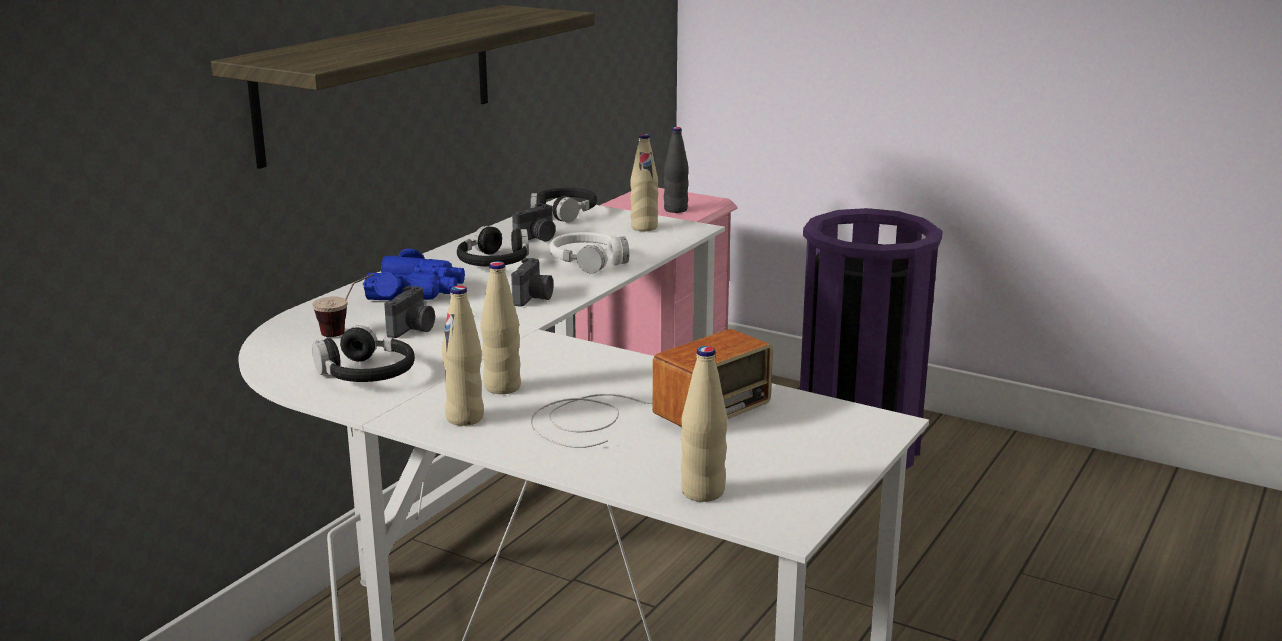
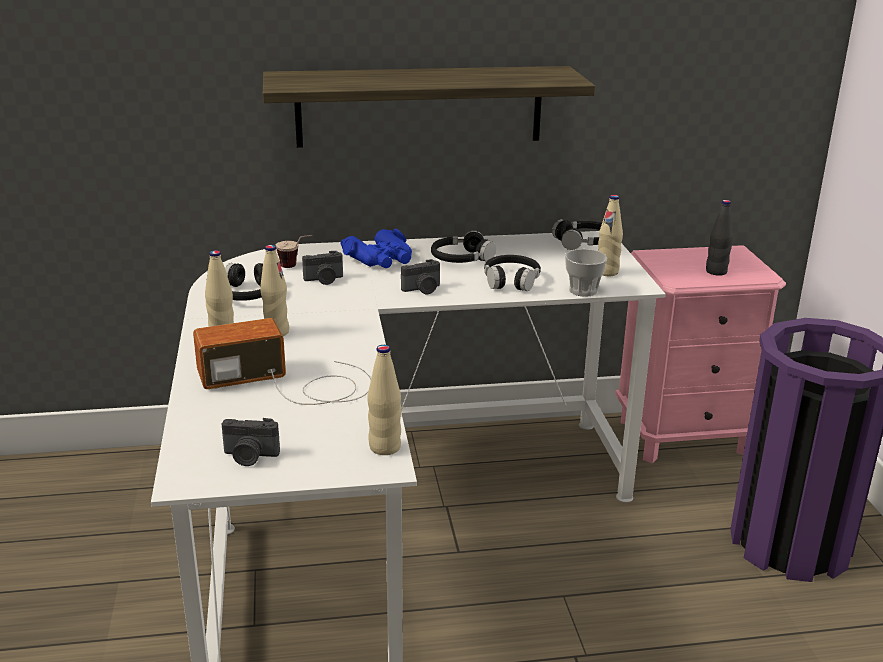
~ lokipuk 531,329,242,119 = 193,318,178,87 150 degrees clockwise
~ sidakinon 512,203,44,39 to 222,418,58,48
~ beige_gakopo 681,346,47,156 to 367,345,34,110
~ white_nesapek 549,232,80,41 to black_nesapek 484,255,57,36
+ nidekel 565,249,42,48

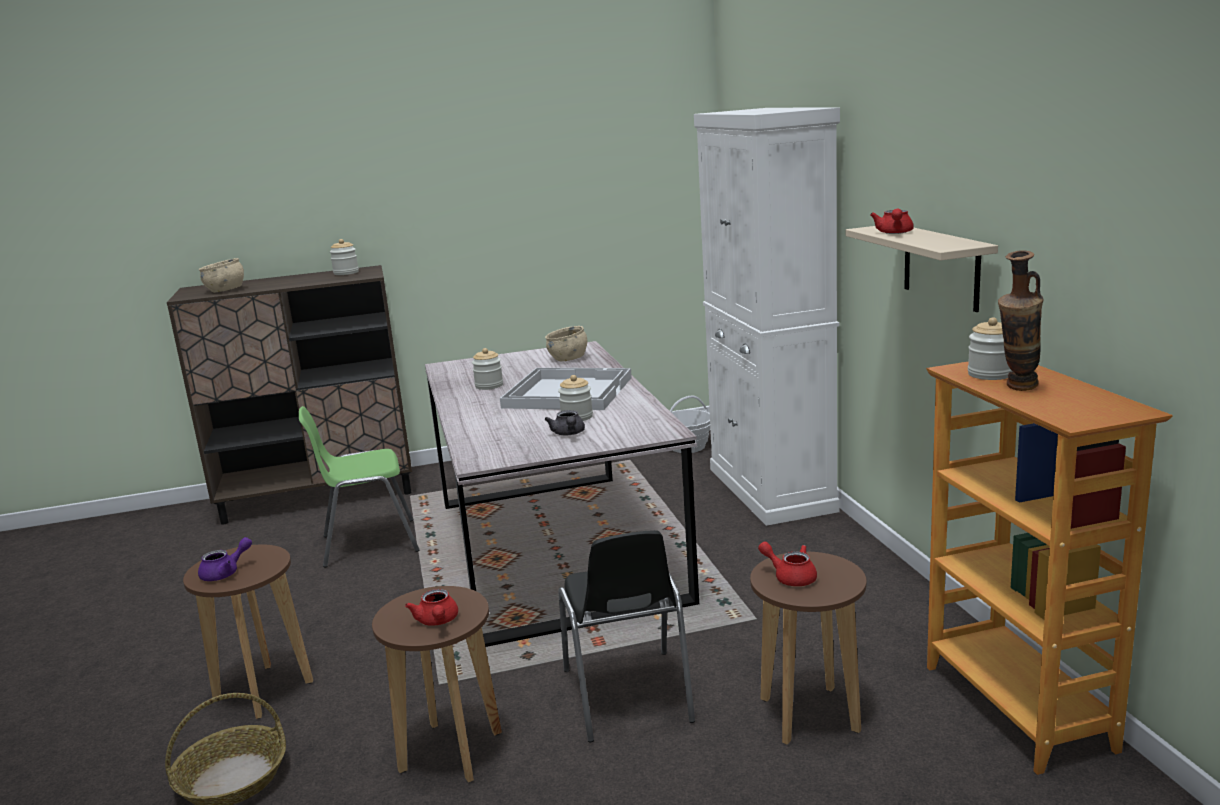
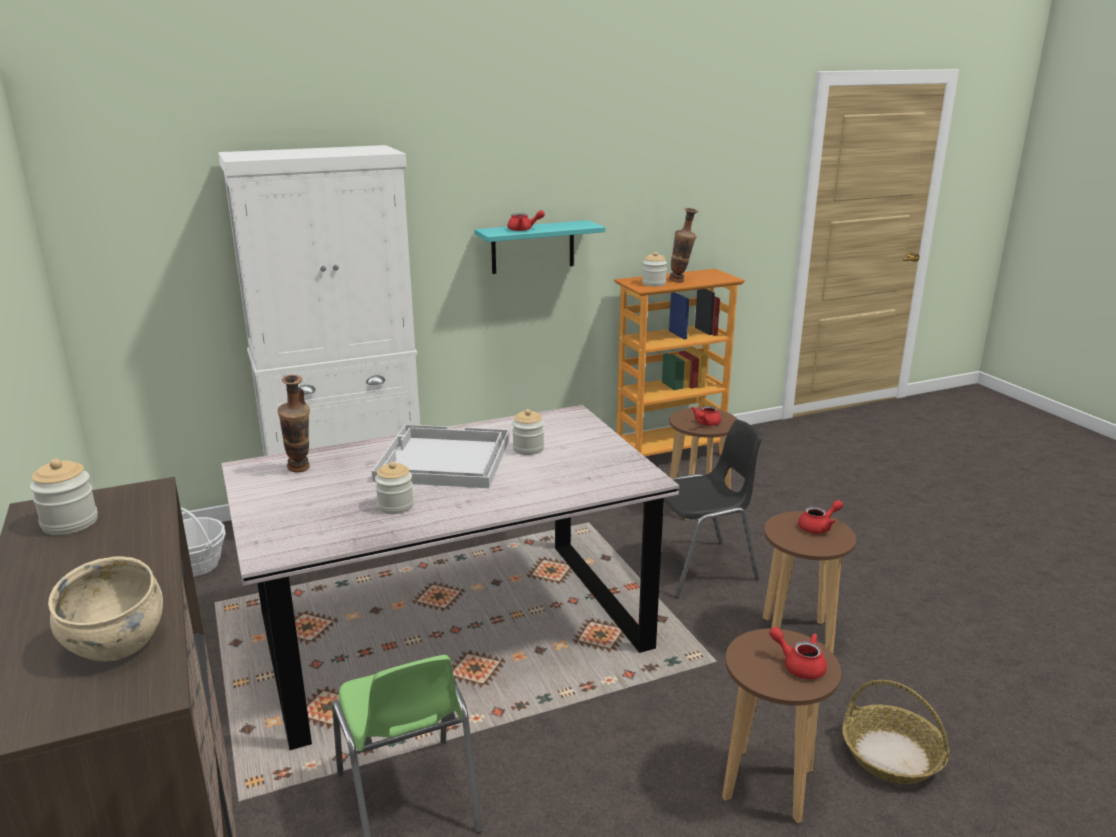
~ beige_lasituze 545,326,42,35 to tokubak 278,375,32,97
~ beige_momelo 846,226,152,86 to turquoise_momelo 474,220,132,54
~ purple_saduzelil 198,537,54,44 to red_saduzelil 769,627,58,52
- grey_saduzelil 544,410,41,25

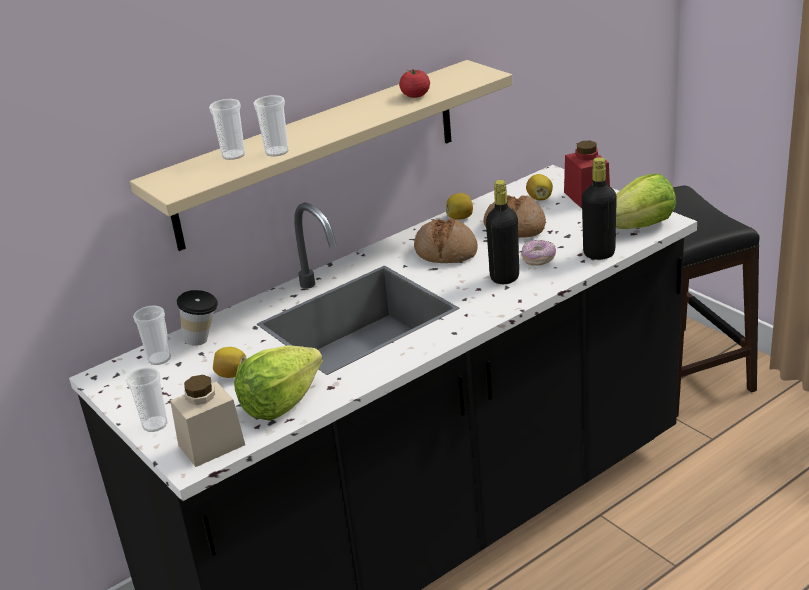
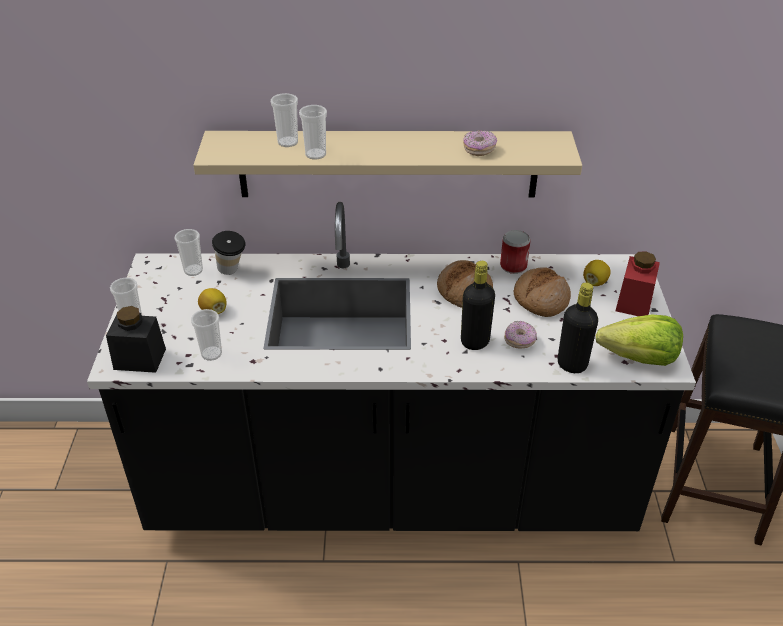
~ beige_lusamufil 170,375,75,92 to black_lusamufil 106,306,60,67
~ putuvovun 234,345,89,76 to nidekel 191,309,31,52
~ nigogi 399,69,31,29 to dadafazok 463,130,34,26
~ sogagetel 446,193,27,27 to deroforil 500,230,31,44

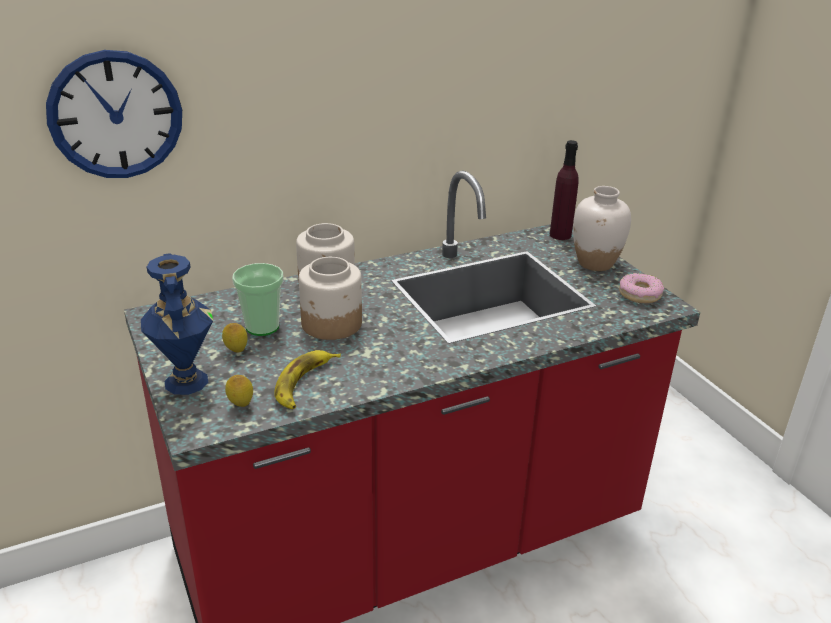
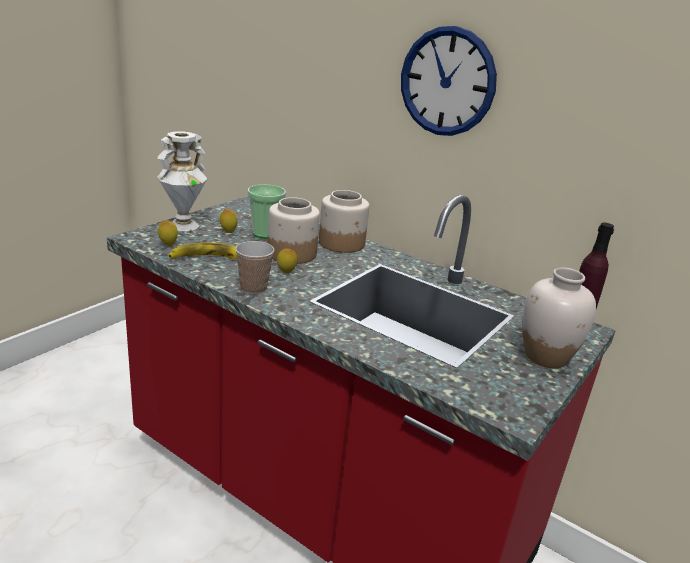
~ blue_tokubak 141,253,72,142 to white_tokubak 157,131,51,100
+ nidekel 235,241,39,53
+ sogagetel 277,248,20,25
~ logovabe 46,50,136,128 to 401,26,96,110
- dadafazok 619,273,45,30

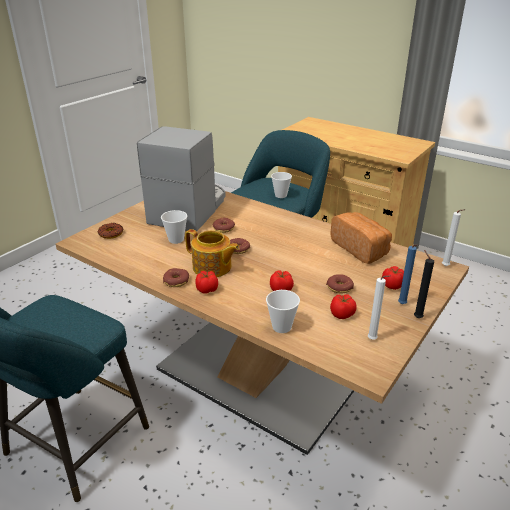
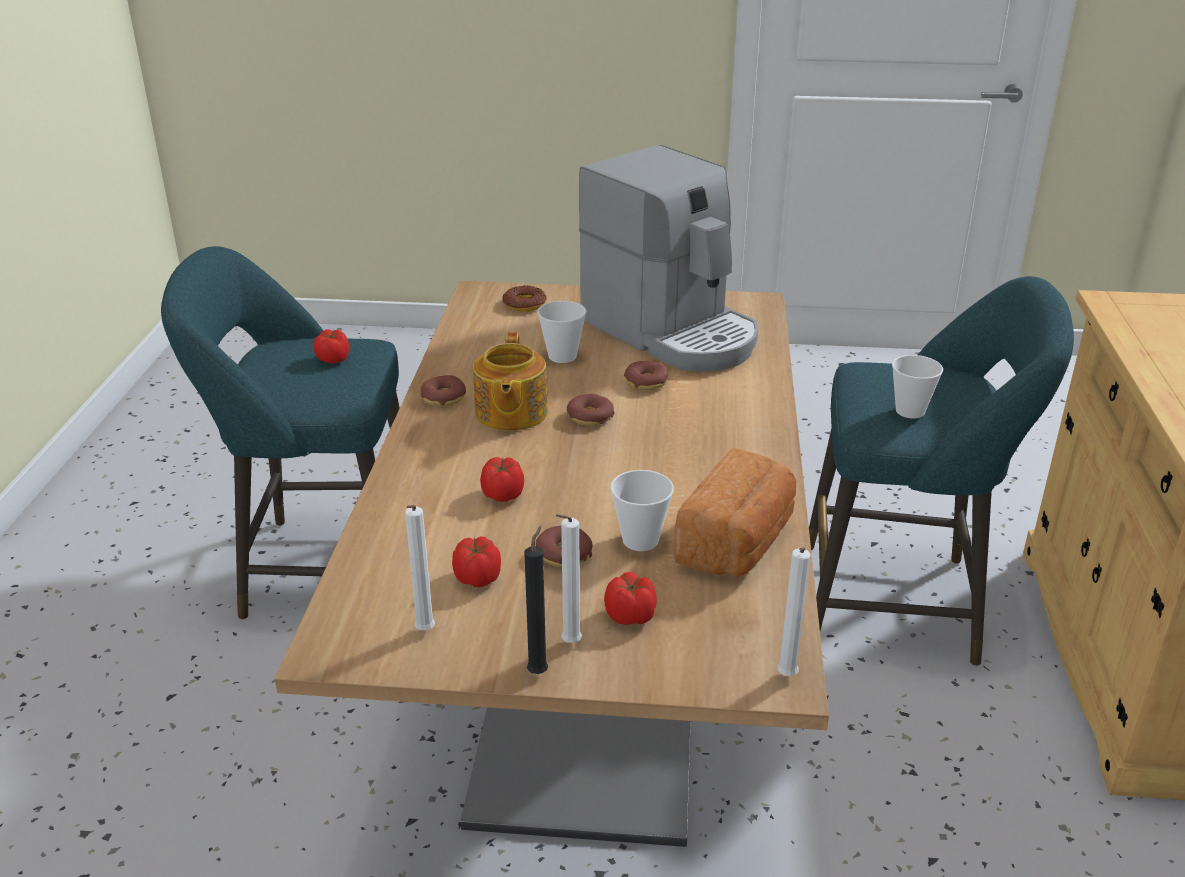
~ nigogi 195,271,23,23 to 314,329,35,35
~ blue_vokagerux 398,244,20,60 to white_vokagerux 556,514,26,129
~ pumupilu 137,126,89,105 = 579,145,179,227 60 degrees clockwise
~ nidekel 266,290,34,43 to 610,470,64,81

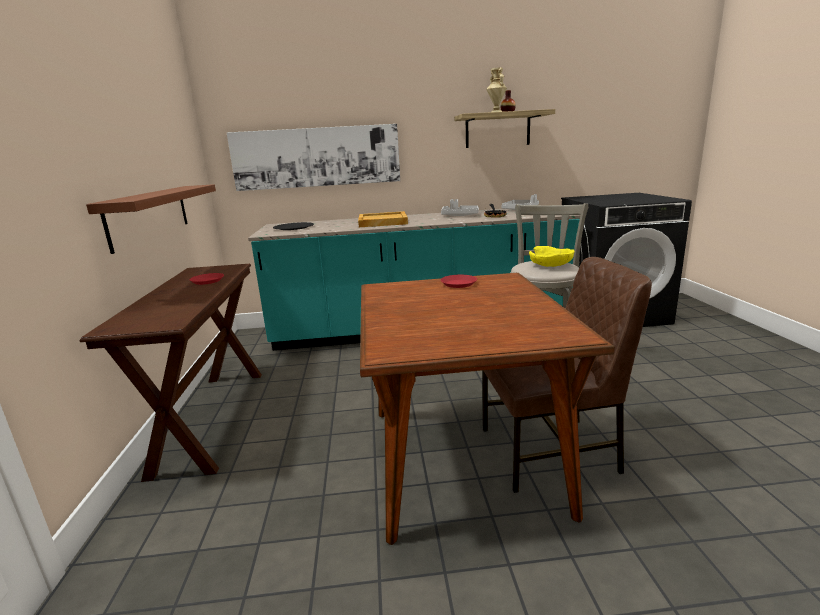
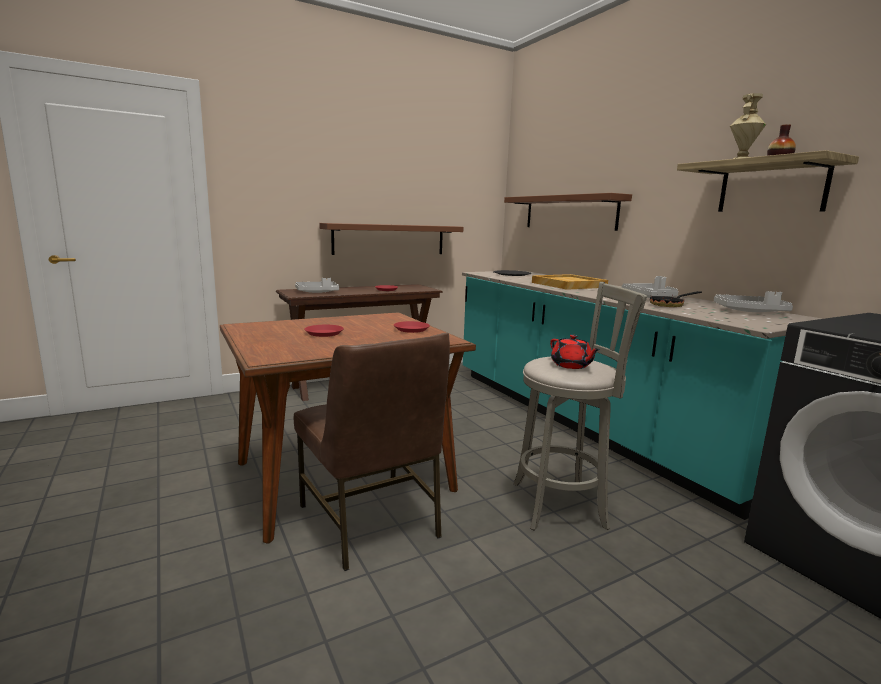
+ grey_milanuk 295,278,44,15
+ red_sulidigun 304,325,40,12
~ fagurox 226,124,174,67 to brown_momelo 504,193,128,38
~ yellow_lasituze 529,246,46,21 to red_saduzelil 550,335,50,34

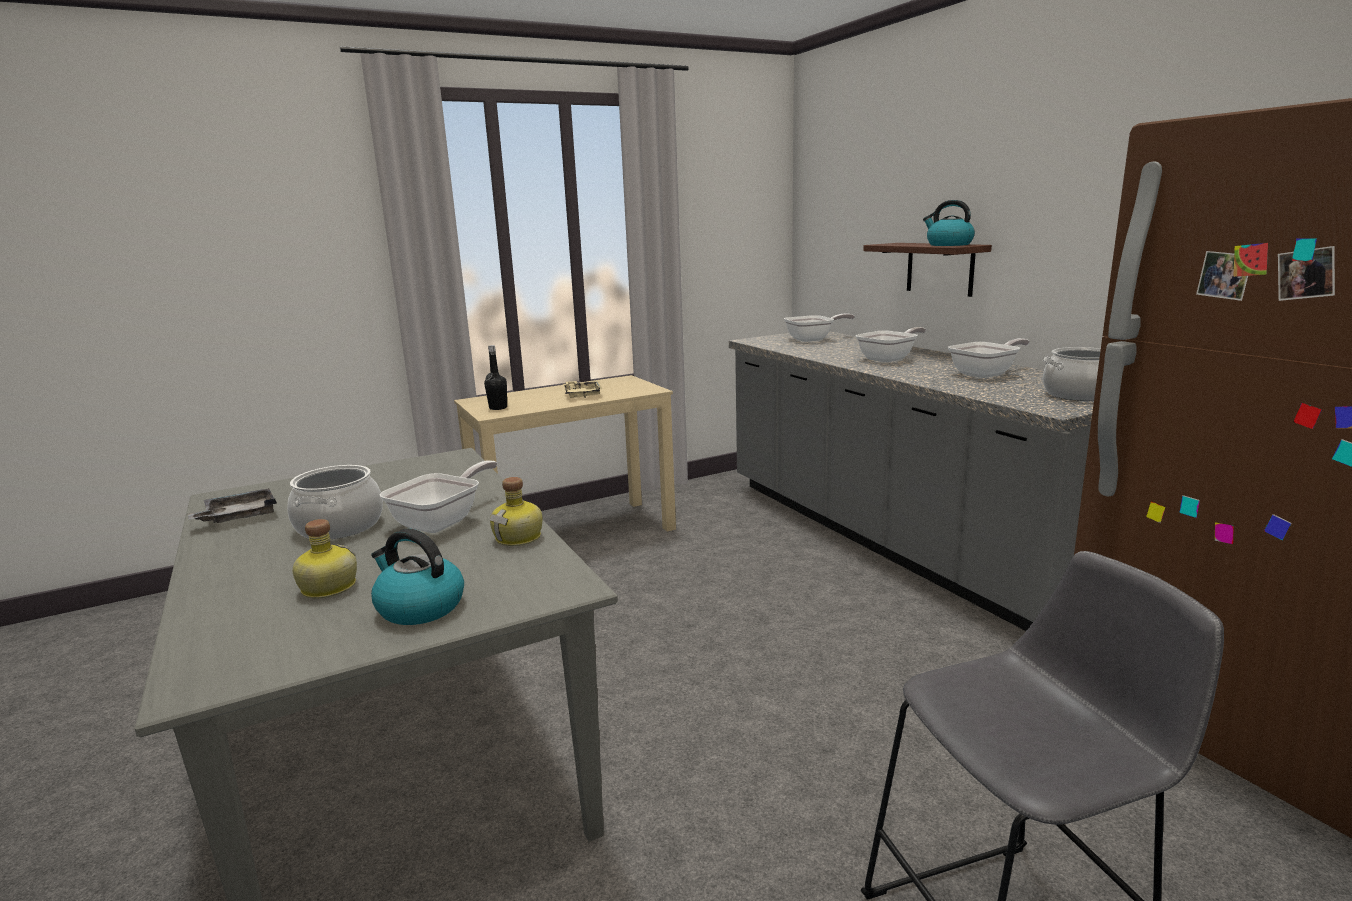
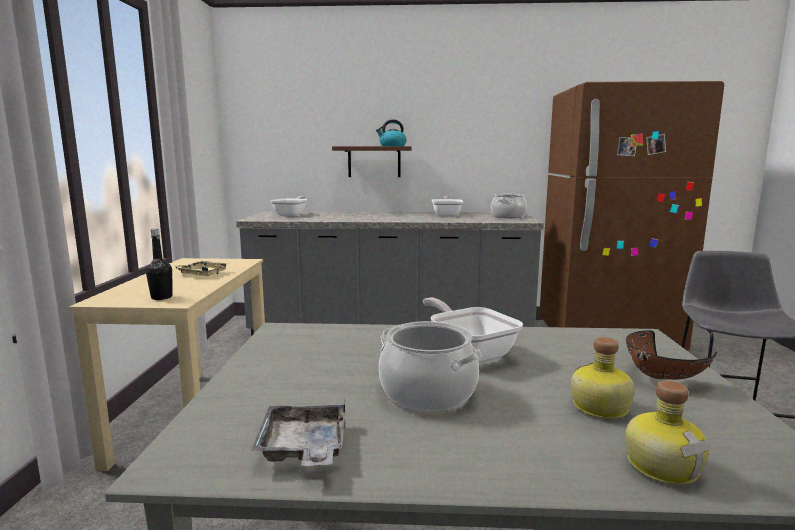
~ gakopo 490,477,53,69 to 625,381,85,104
~ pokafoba 371,528,93,97 to brown_lasituze 626,331,91,49
- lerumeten 856,327,70,35

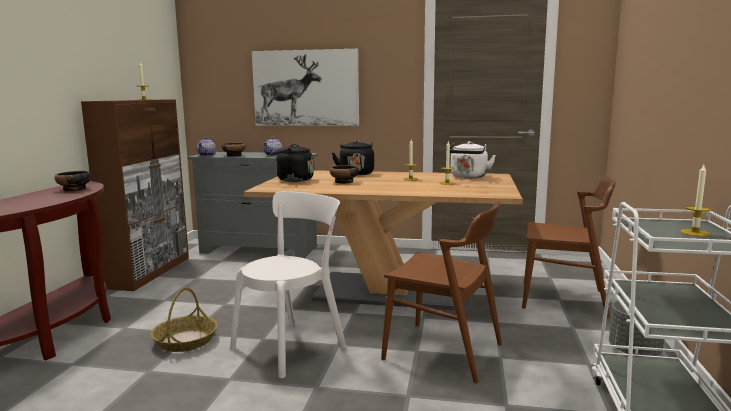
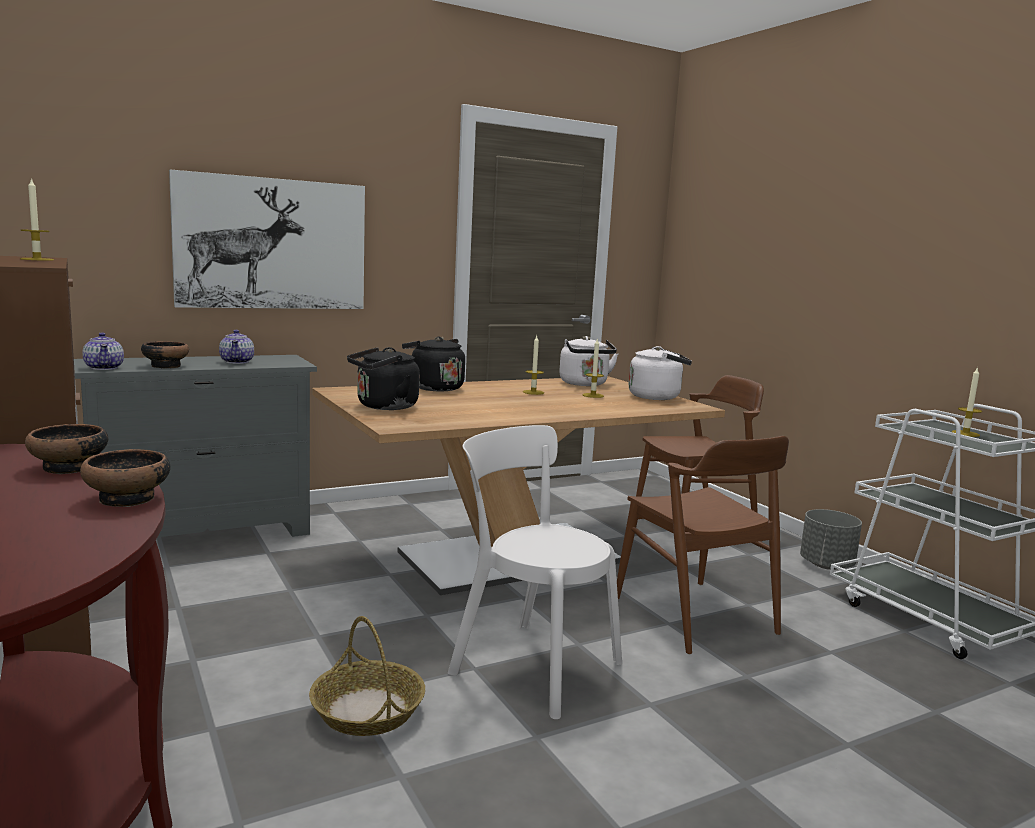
~ lasituze 329,165,30,19 to 80,449,91,58
~ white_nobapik 230,191,117,187 = 448,425,174,294 60 degrees counterclockwise
~ brown_nobapik 381,202,121,182 = 617,436,172,218 75 degrees clockwise
+ white_pokafoba 628,346,64,54

